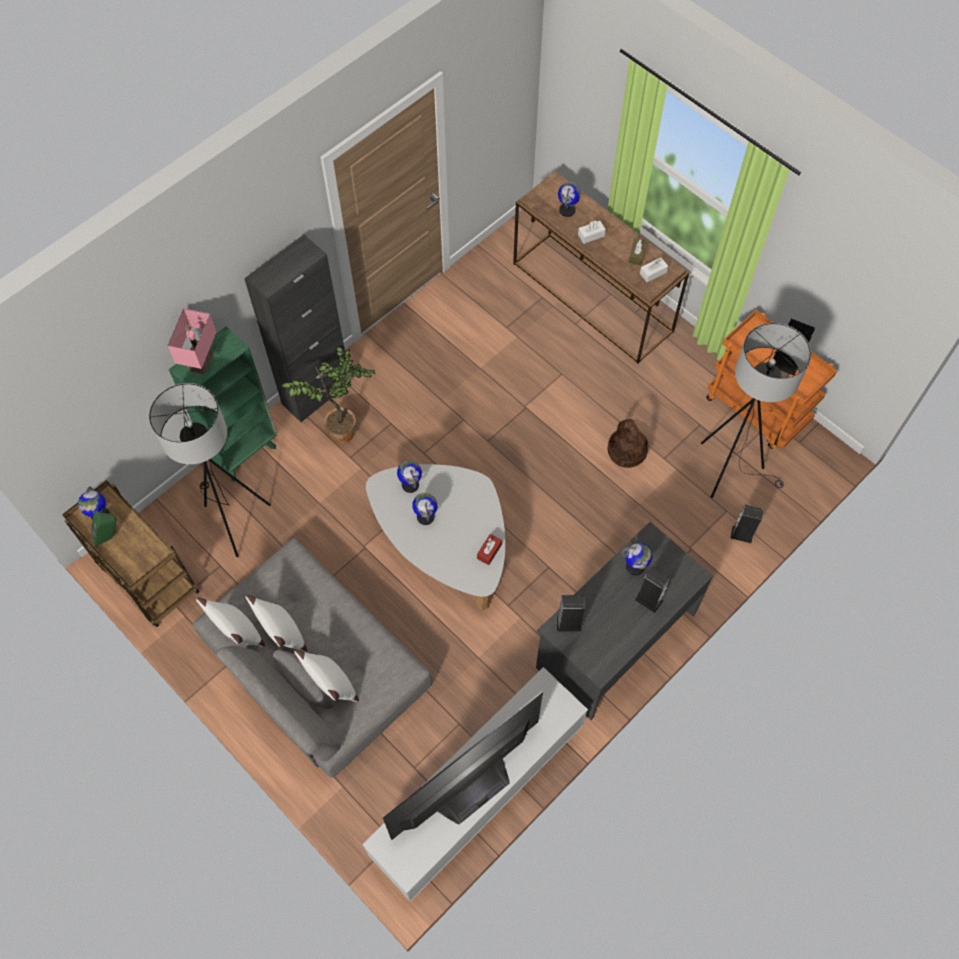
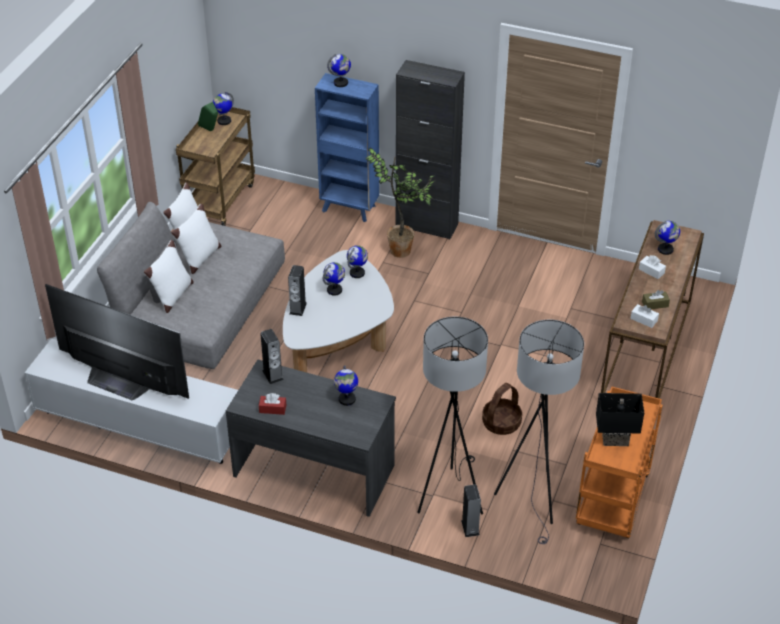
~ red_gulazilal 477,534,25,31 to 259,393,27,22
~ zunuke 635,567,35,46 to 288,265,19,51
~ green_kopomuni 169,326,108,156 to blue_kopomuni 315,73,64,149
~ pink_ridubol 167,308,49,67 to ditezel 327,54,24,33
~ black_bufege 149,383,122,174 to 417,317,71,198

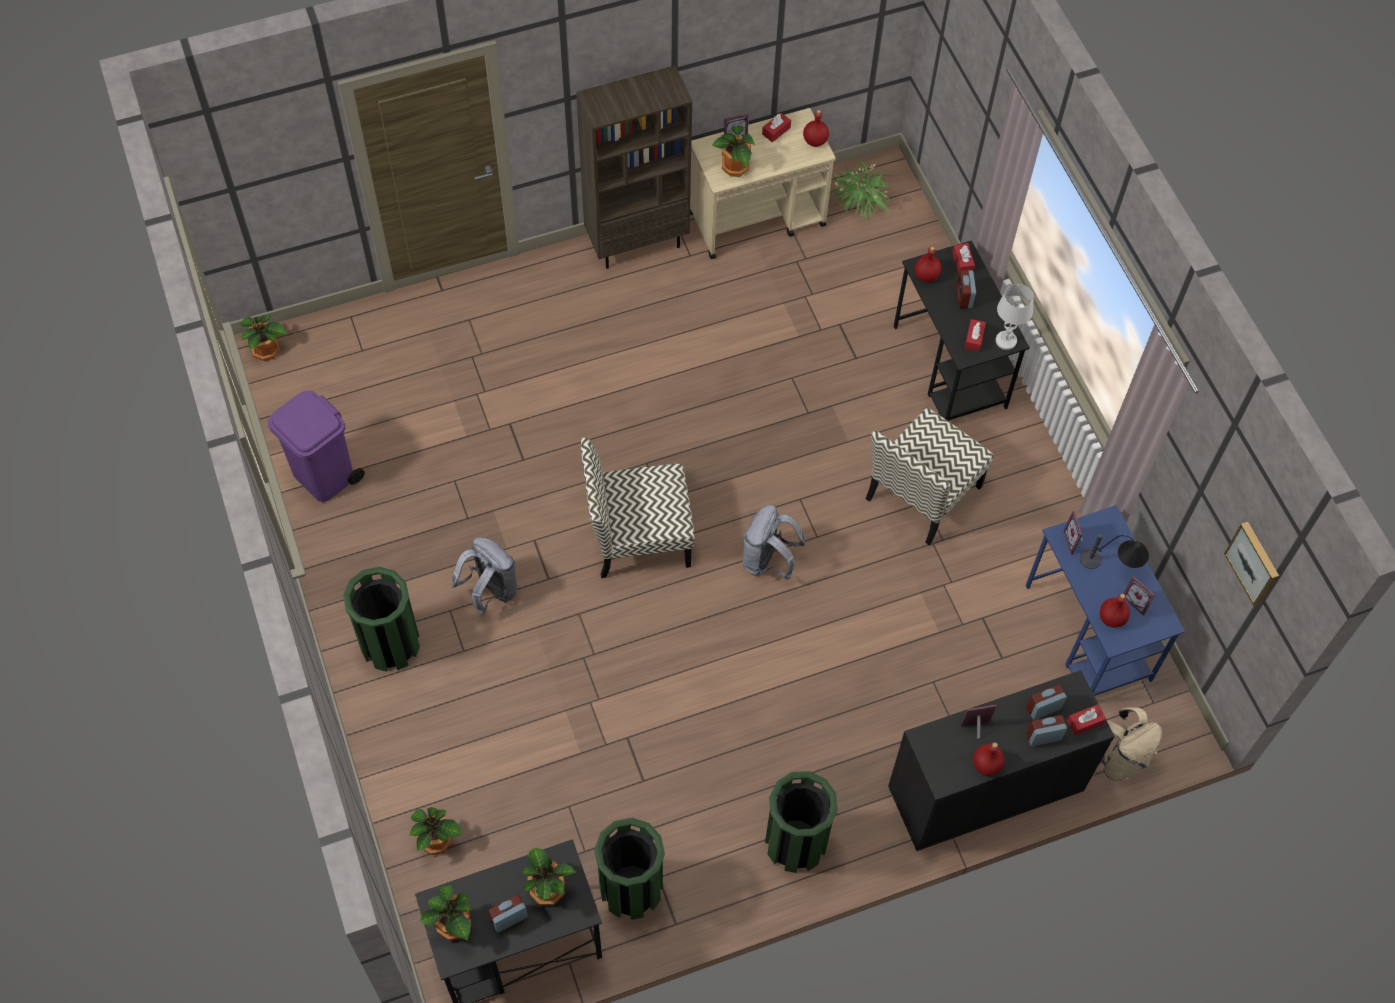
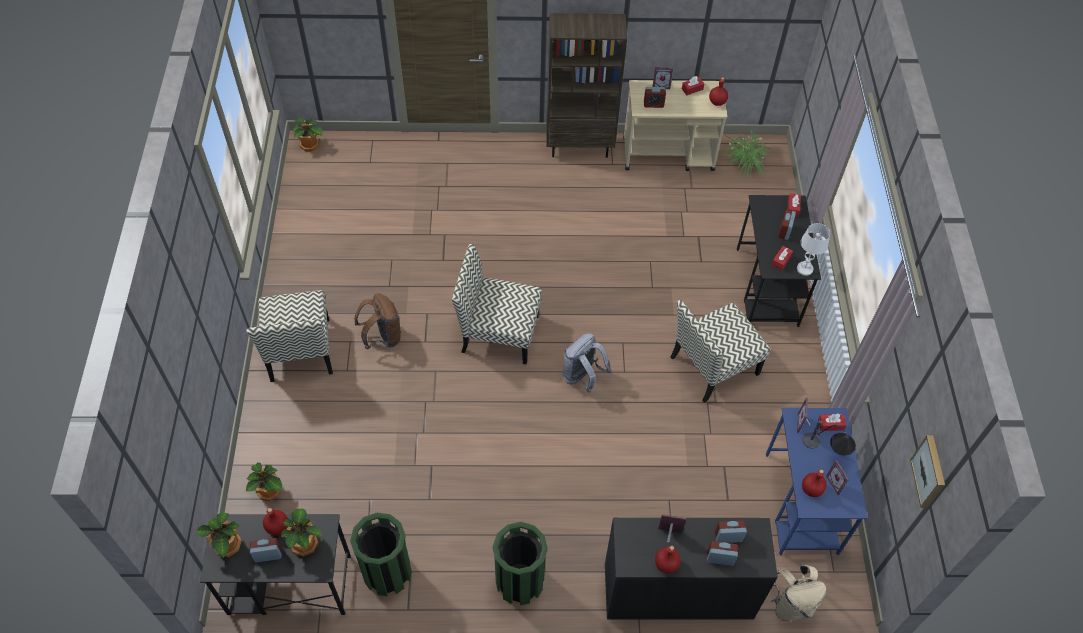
~ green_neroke 343,567,77,104 to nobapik 246,290,87,92
~ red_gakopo 915,246,26,36 to 263,508,25,27
~ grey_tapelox 451,537,66,78 to brown_tapelox 355,293,46,57
~ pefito 712,126,43,51 to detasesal 644,87,22,21
~ red_gulazilal 1067,704,39,31 to 818,413,29,18
- purple_neroke 268,390,97,112

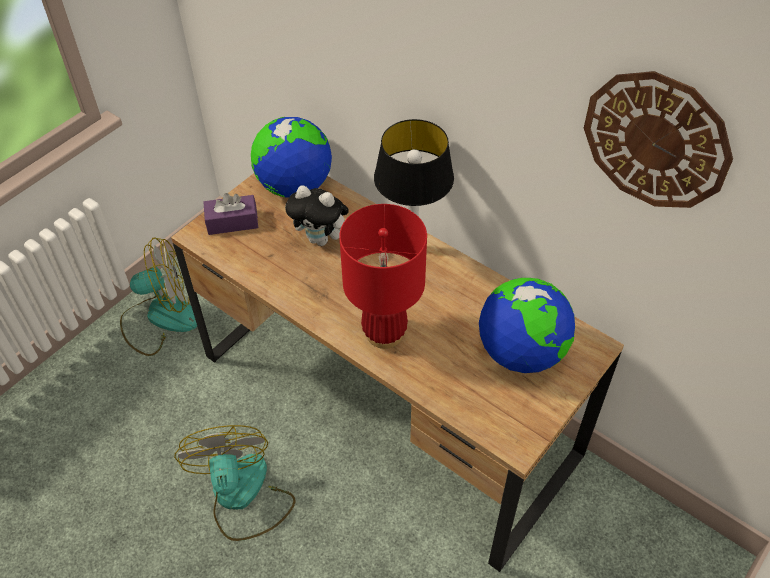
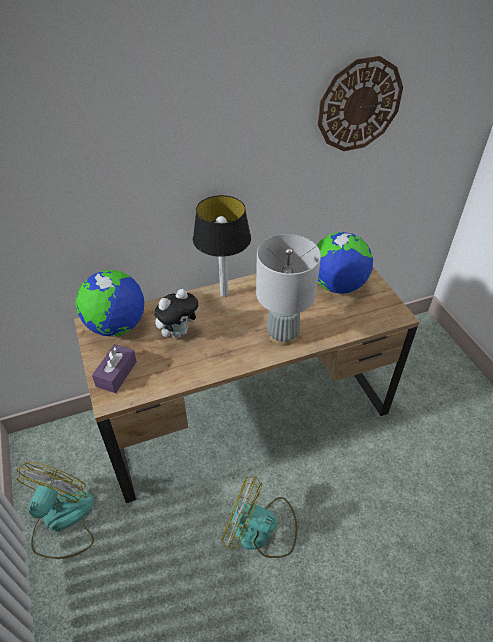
~ red_ridubol 339,204,88,145 to grey_ridubol 256,234,65,112

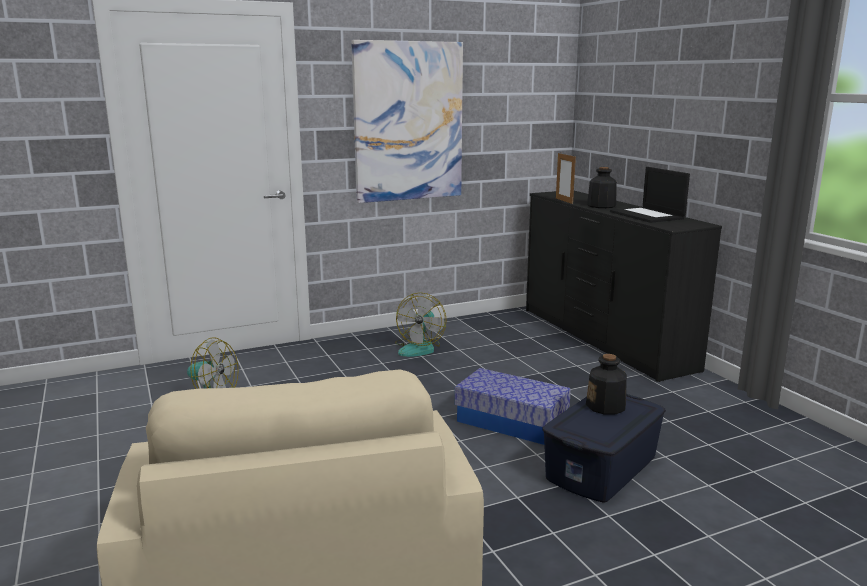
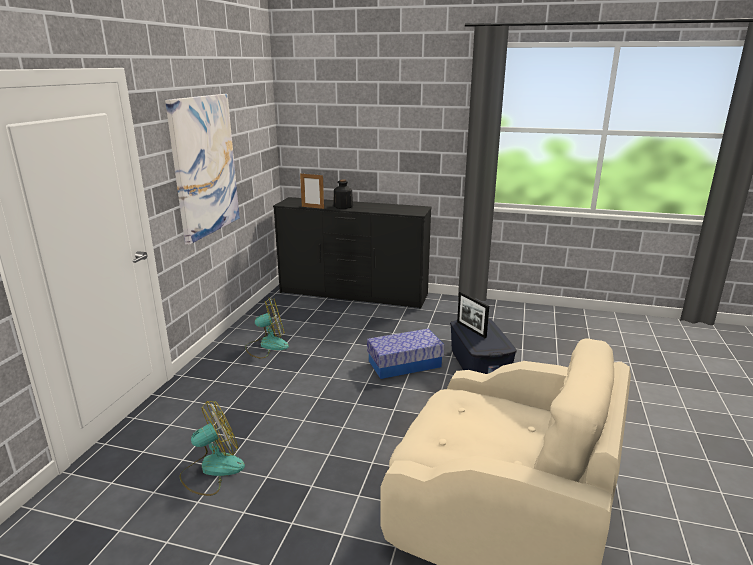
~ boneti 395,292,52,65 = 245,298,44,61 75 degrees counterclockwise
~ gakopo 586,354,41,61 to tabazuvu 457,292,32,46
- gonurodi 610,167,80,56

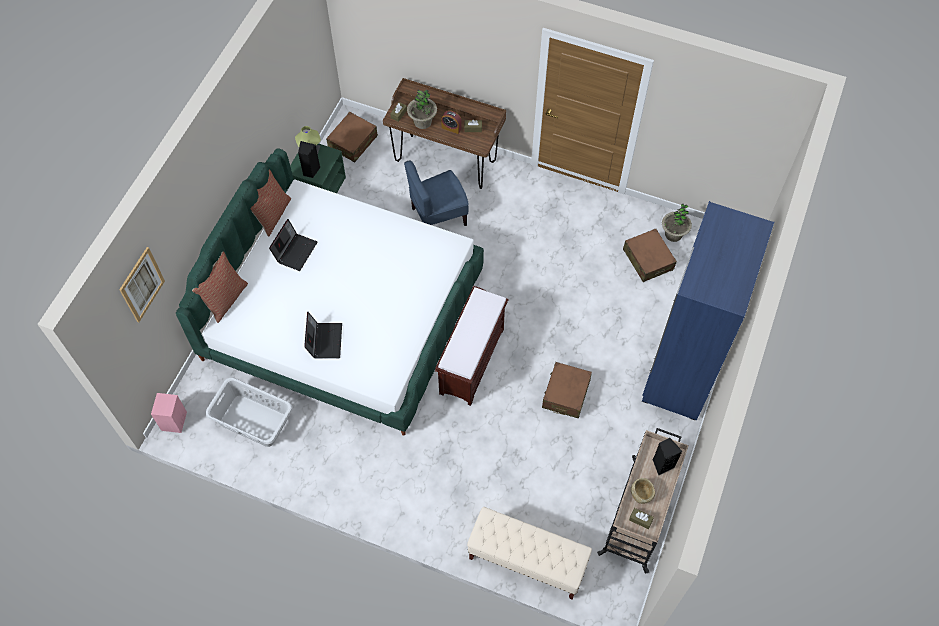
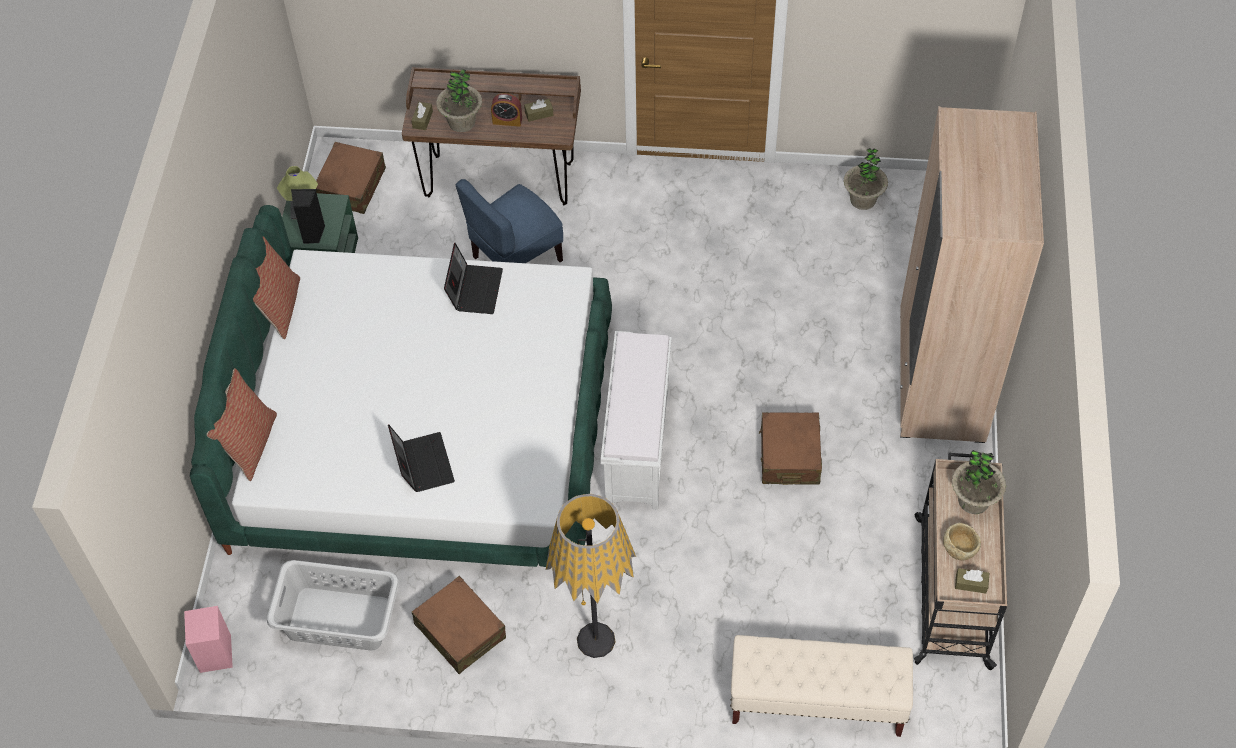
~ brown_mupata 623,229,54,53 to 412,576,94,98
~ gonurodi 269,219,48,52 to 444,243,59,71
+ bufege 546,494,90,164
~ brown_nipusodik 435,286,73,120 to white_nipusodik 601,331,71,179
~ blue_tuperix 642,201,132,220 to beige_tuperix 900,106,144,337
~ black_zunuke 652,438,30,37 to pefito 952,450,54,64
- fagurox 119,247,46,75

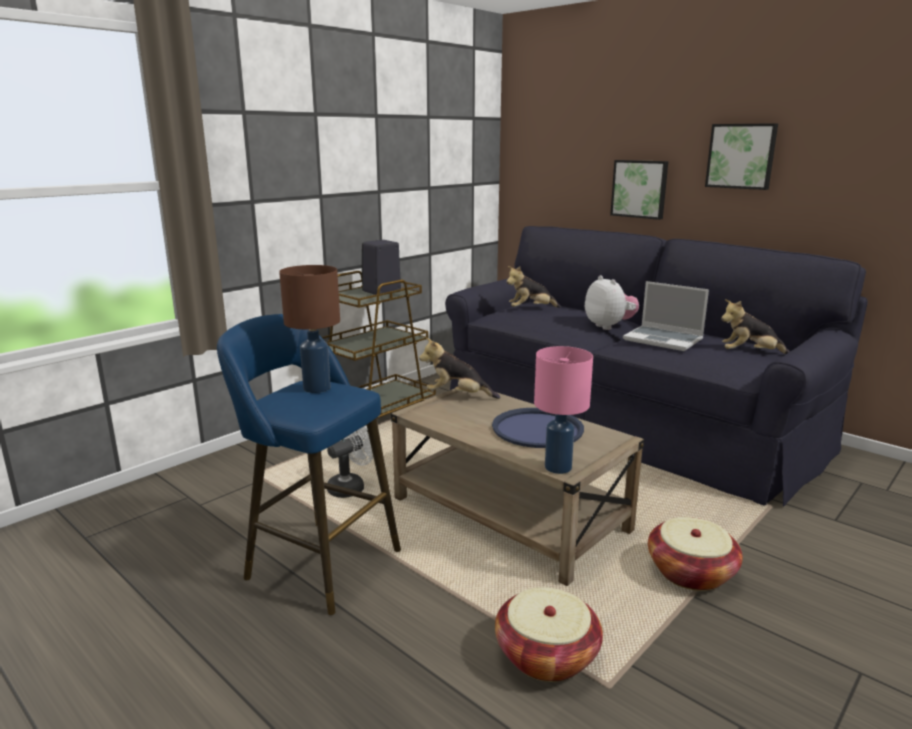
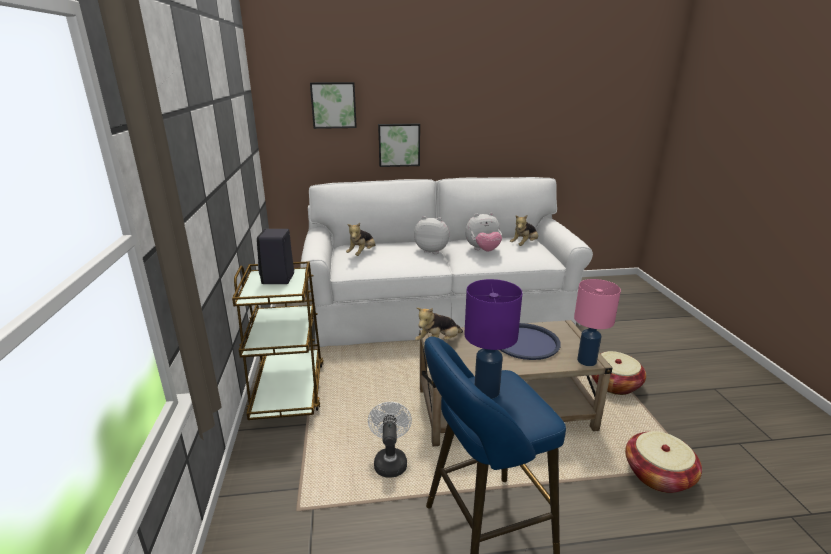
~ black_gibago 445,226,423,281 to white_gibago 300,177,293,170
~ fagurox 705,123,73,67 to 310,82,47,47
~ brown_ridubol 279,265,61,128 to purple_ridubol 464,279,58,120
~ gonurodi 623,281,86,70 to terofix 465,212,37,40

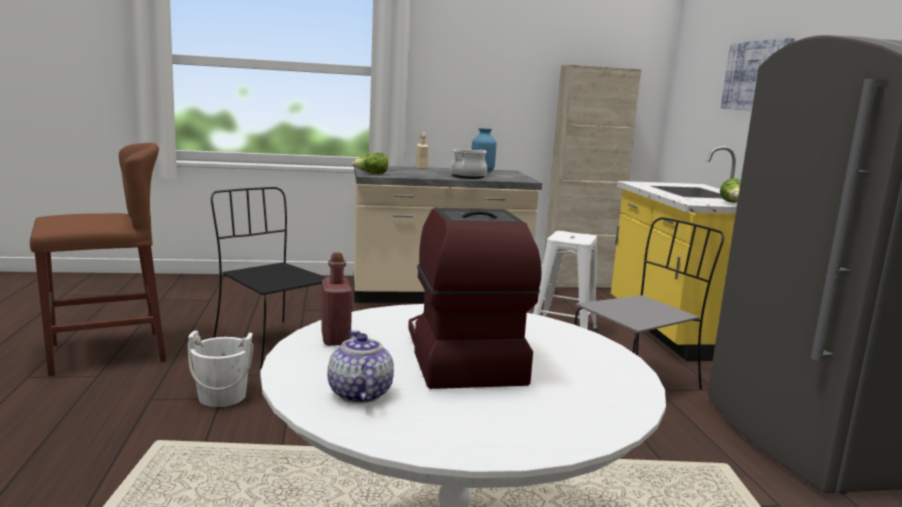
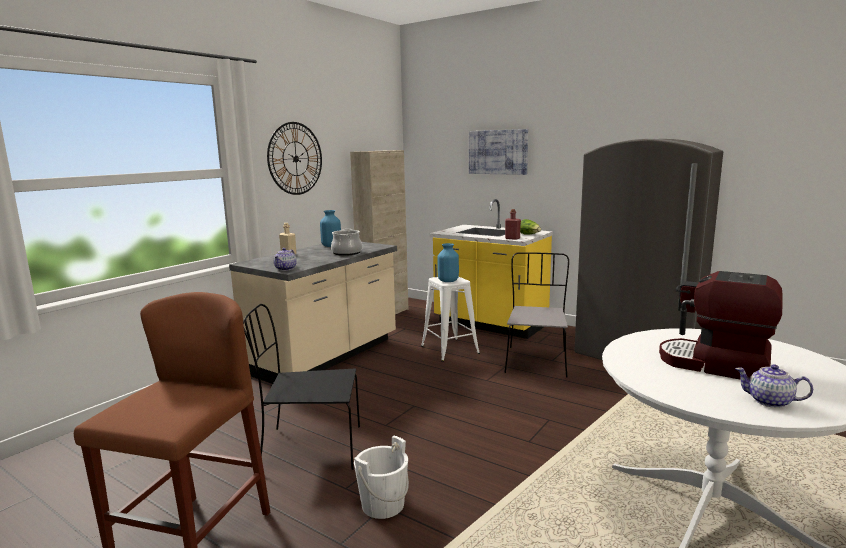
+ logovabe 267,122,55,73
~ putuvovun 352,153,36,21 to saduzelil 274,248,23,23
+ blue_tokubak 437,243,22,39
~ red_gakopo 321,253,31,93 to 505,209,16,31

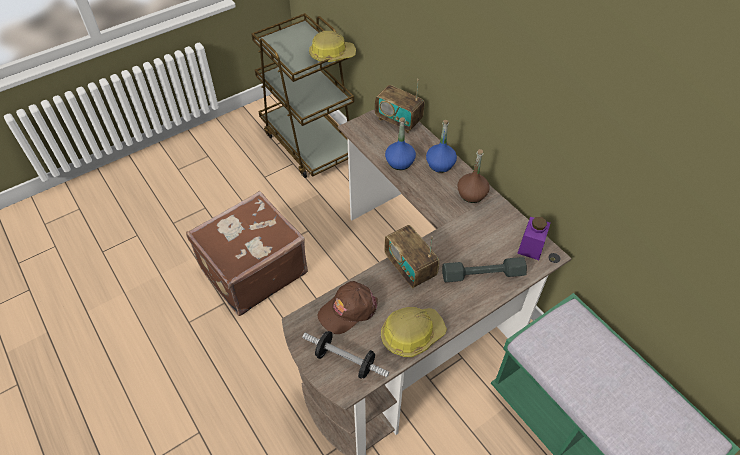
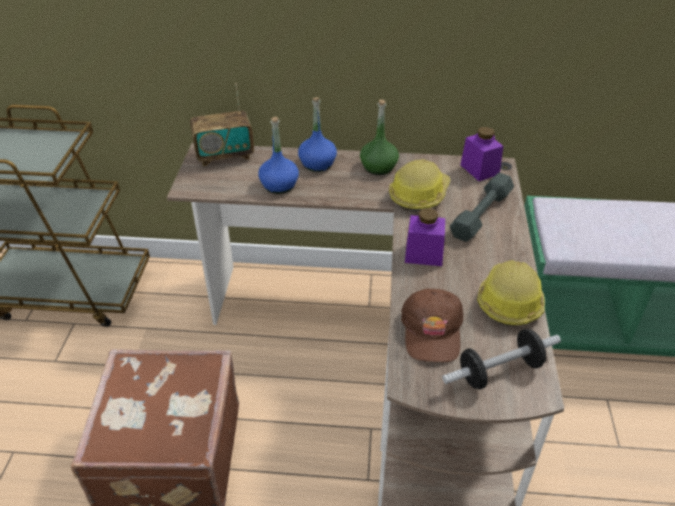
~ brown_gakopo 457,149,33,54 to green_gakopo 360,100,39,75
~ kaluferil 309,31,47,31 to 389,159,62,52
~ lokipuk 384,225,55,64 to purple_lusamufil 405,208,40,58

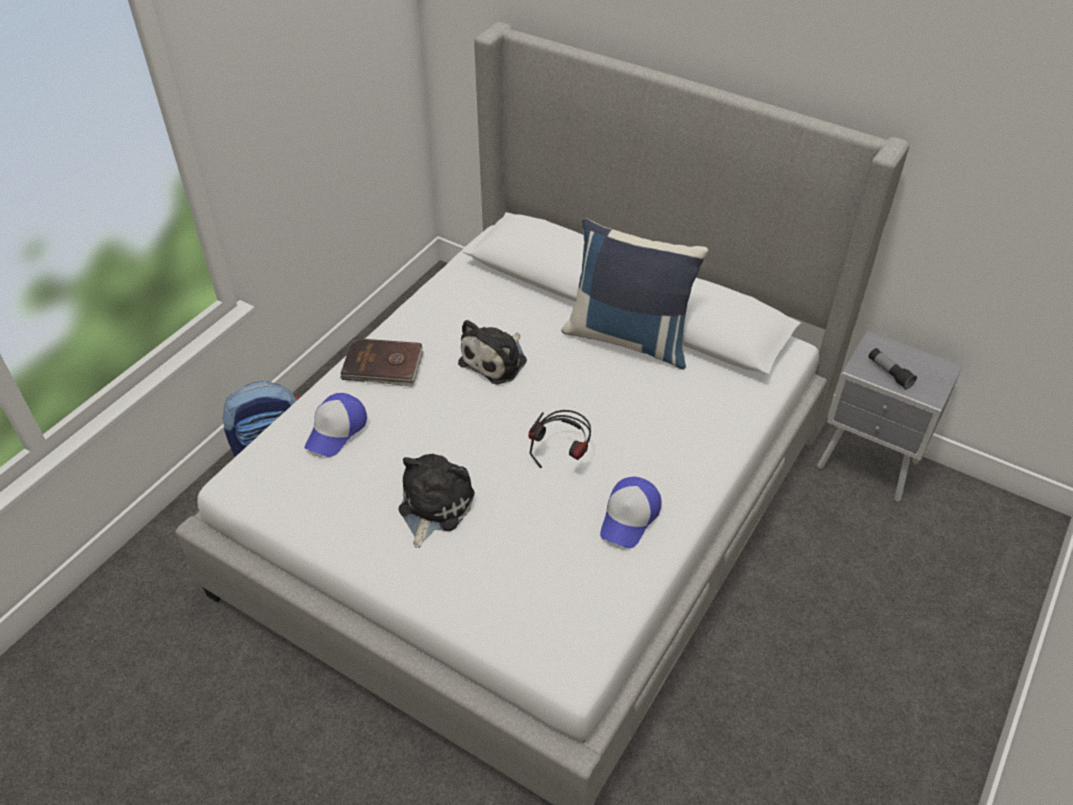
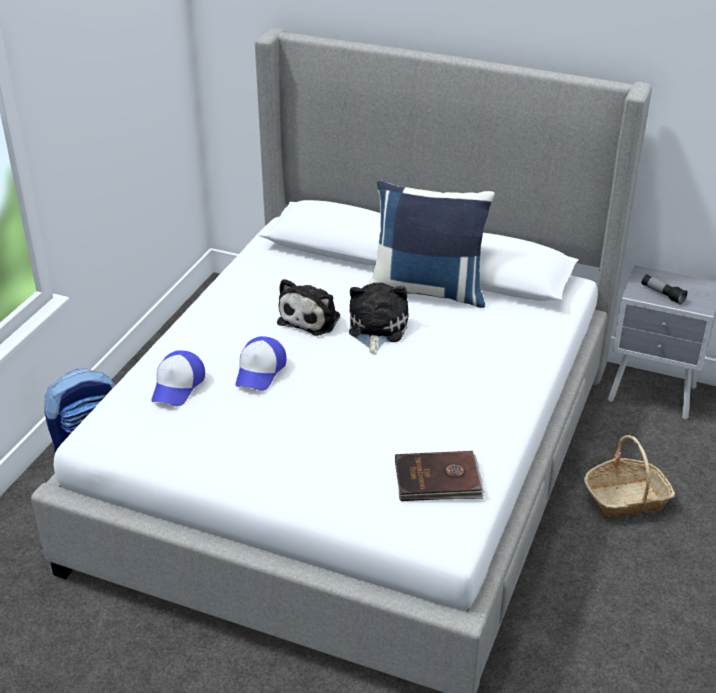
~ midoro 600,477,62,71 to 236,336,51,55
~ terofix 399,454,76,94 to 349,283,59,72
~ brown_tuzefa 340,338,84,48 to 395,451,90,50
+ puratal 584,435,91,83
- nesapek 528,410,63,58

